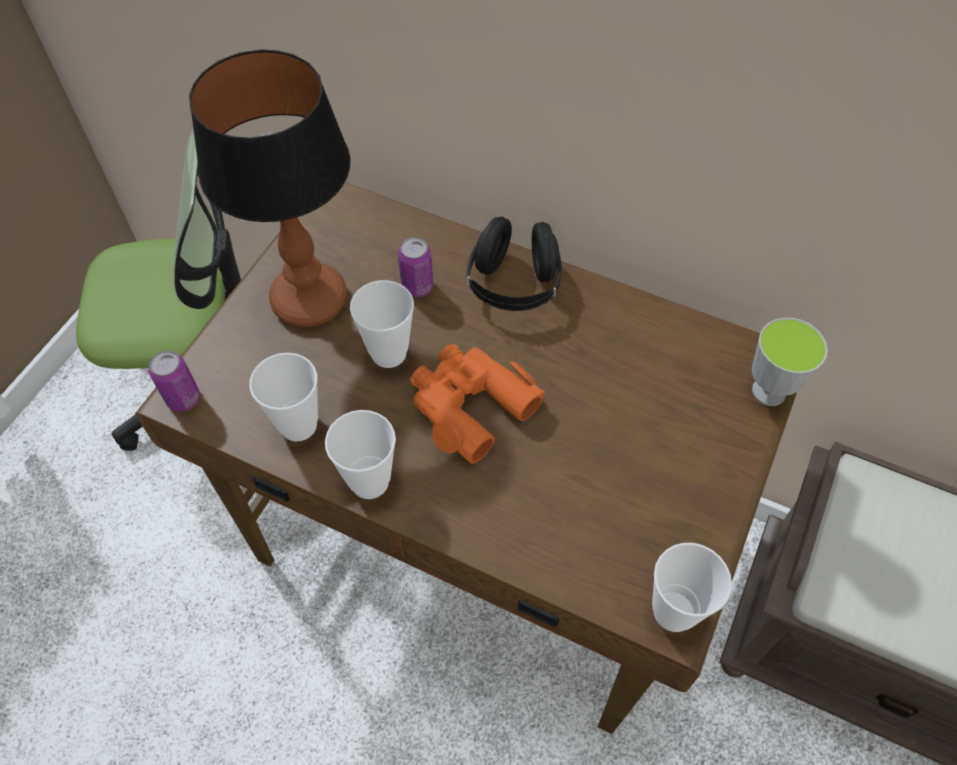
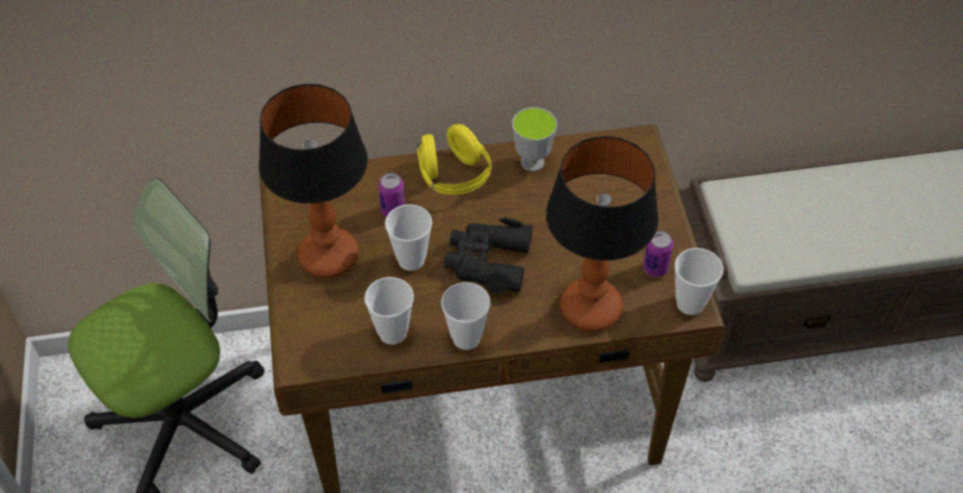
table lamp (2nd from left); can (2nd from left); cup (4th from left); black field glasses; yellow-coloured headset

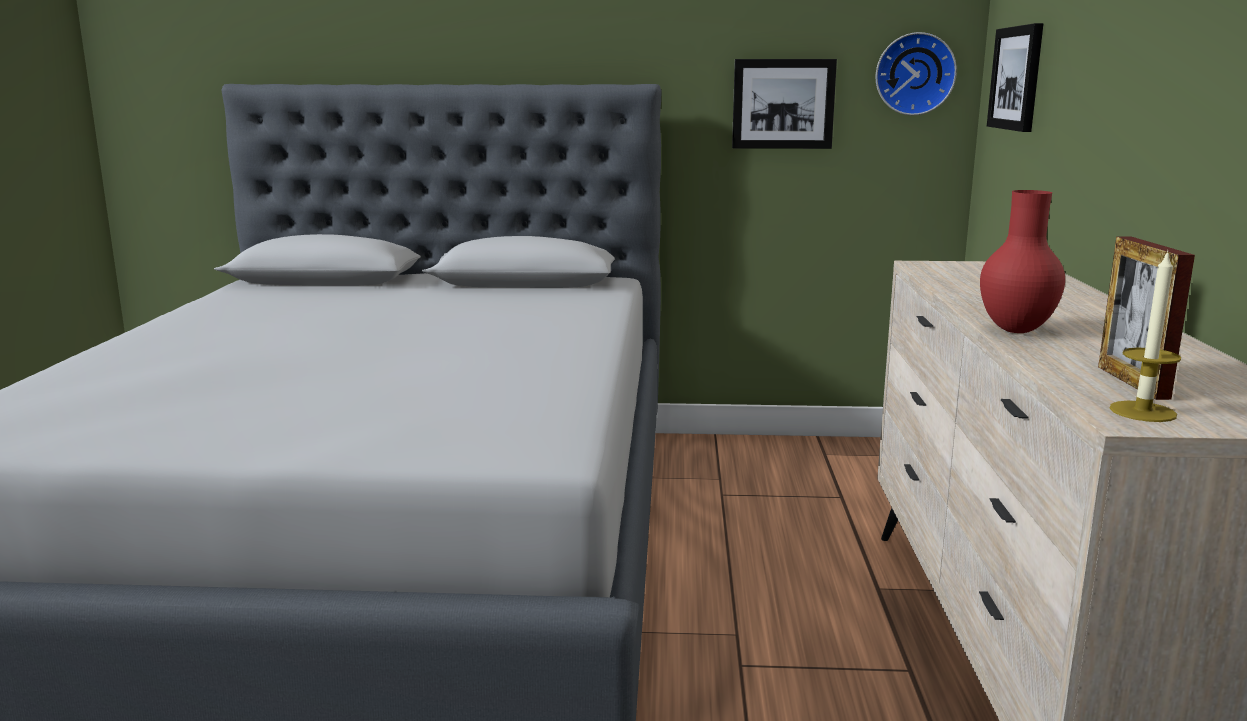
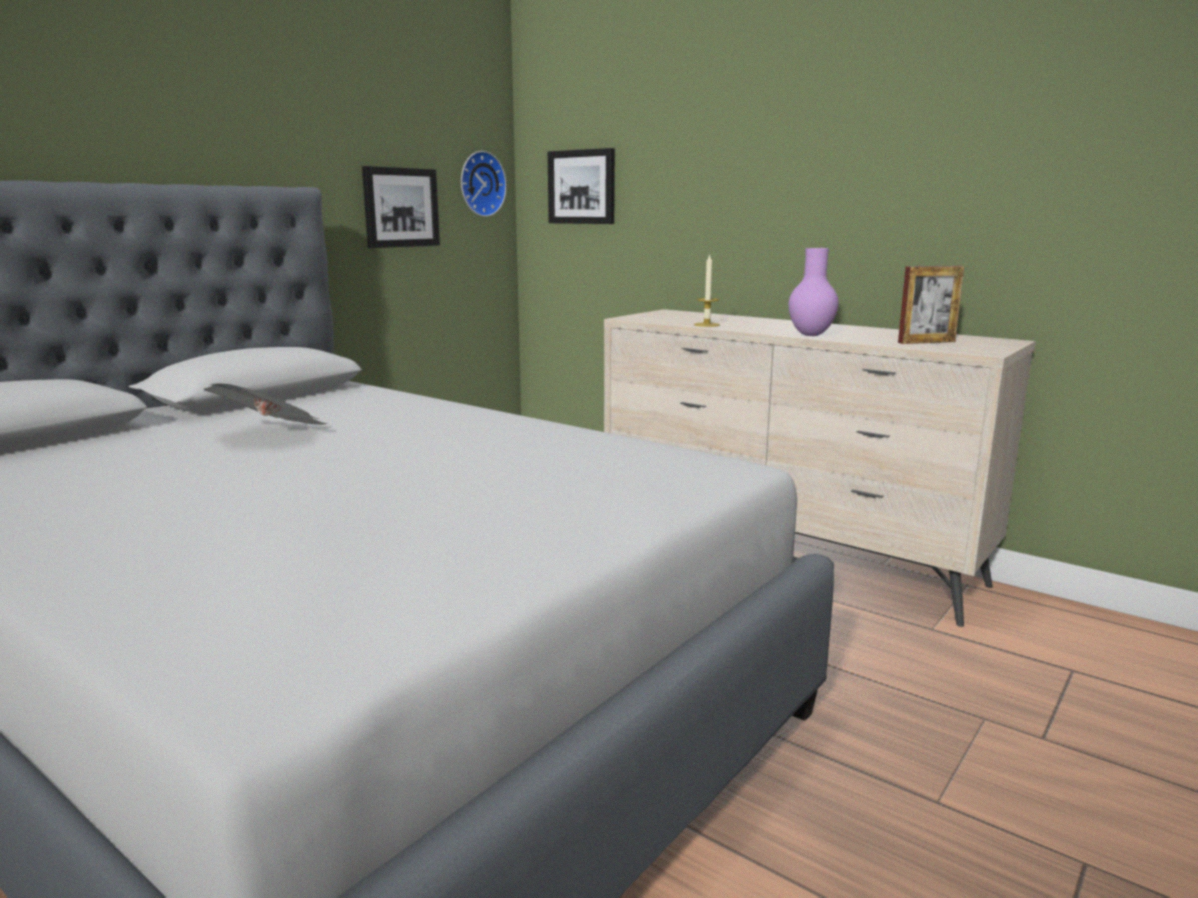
newspaper; wax candle; purple flower vase; standing frame

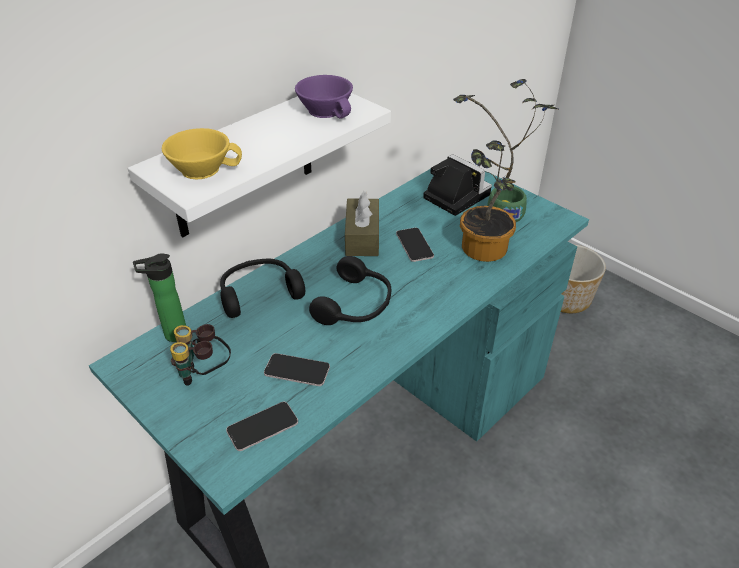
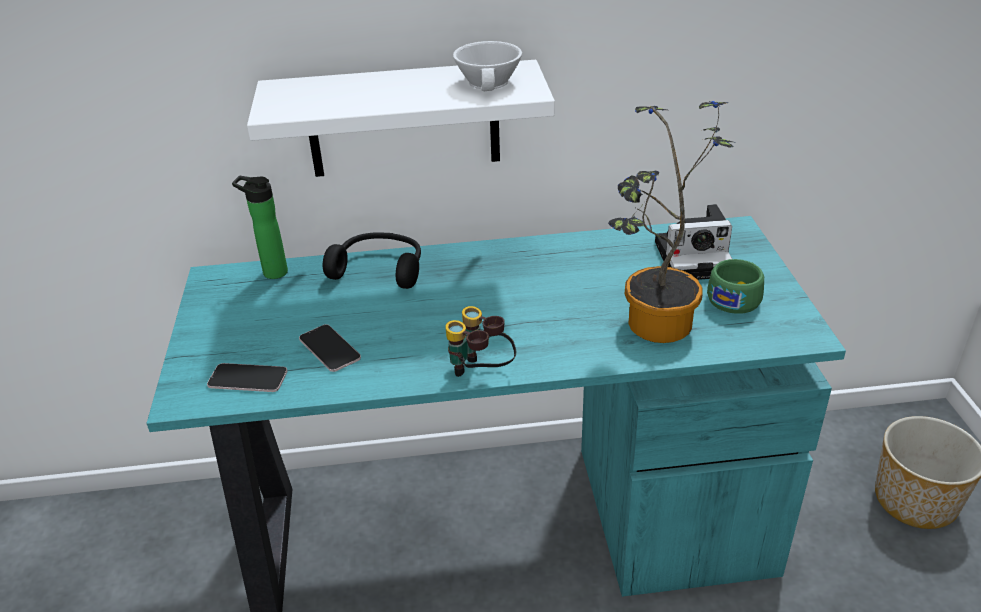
yellow-coloured cup; black headset (2nd from left in the first image); brown tissue holder; handset (3rd from left in the first image); field glasses; white cup; photo camera

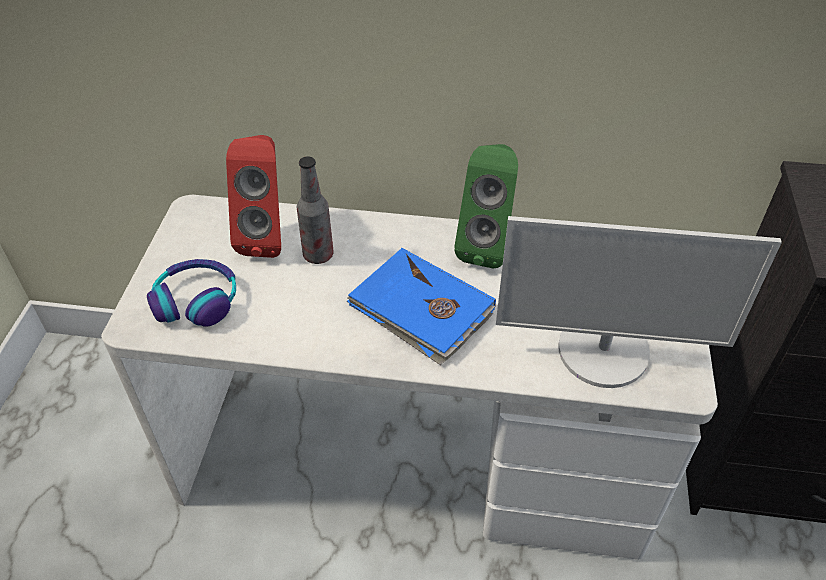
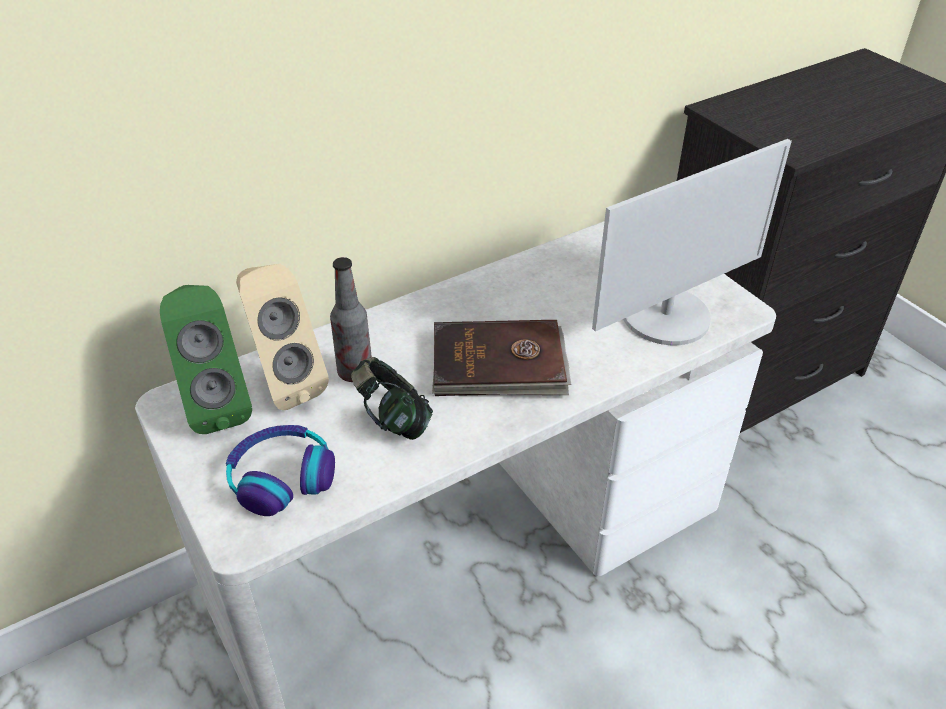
headset (2nd from left); greenish loudspeaker; beige-coloured loudspeaker; brown bound book

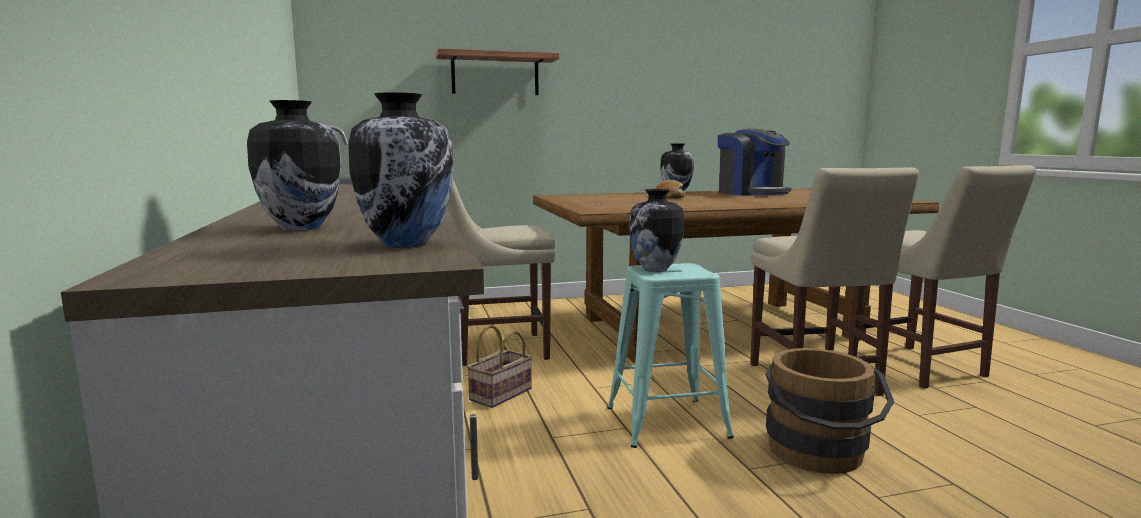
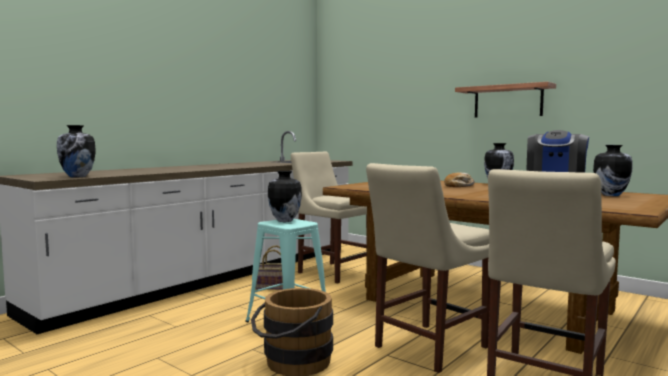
flower vase (4th from left); bracket shelf

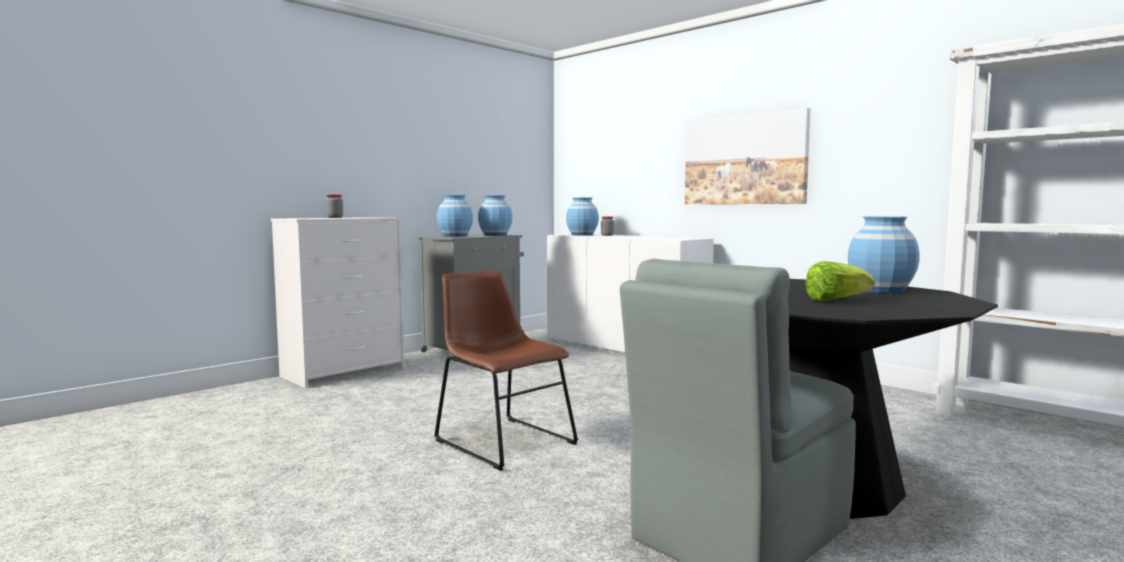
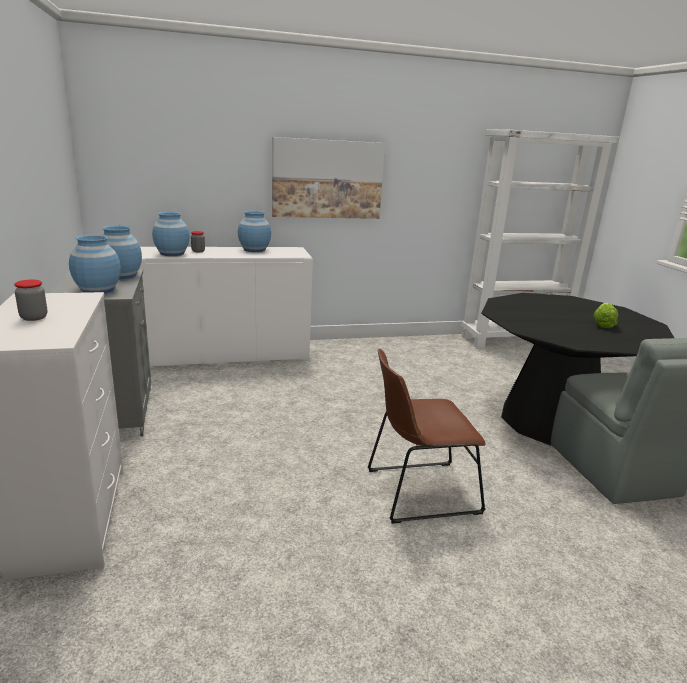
bluish flower vase (4th from left)

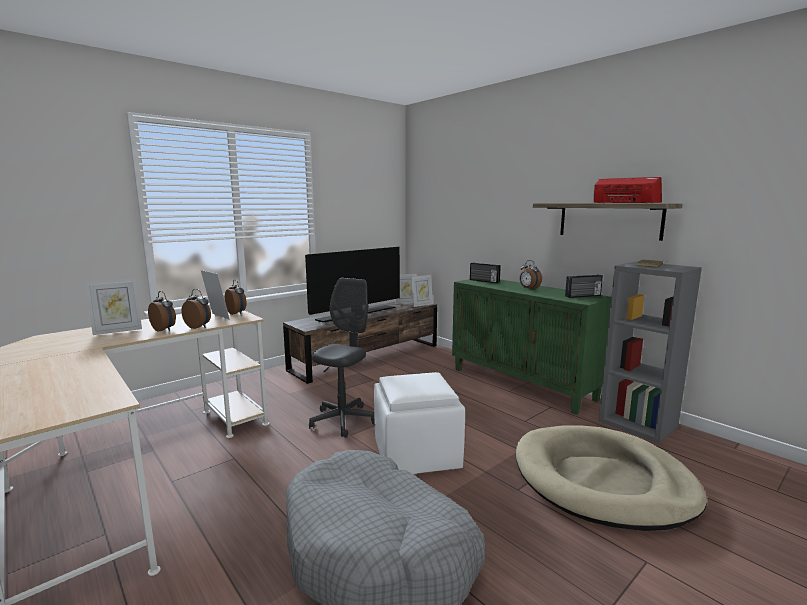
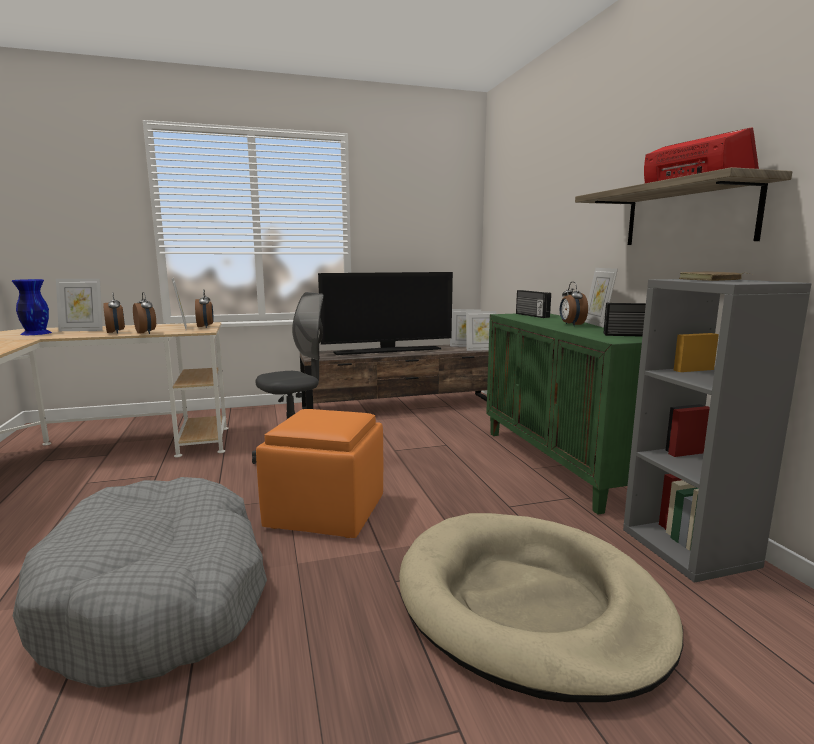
bluish flower vase; standing frame (5th from left); orange ottoman

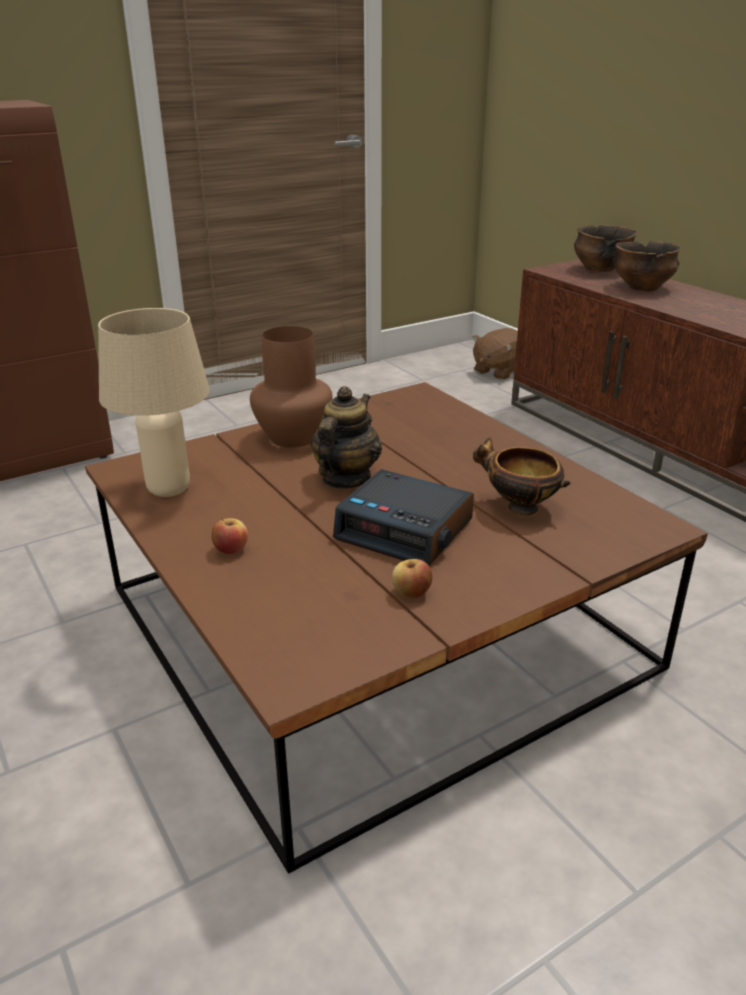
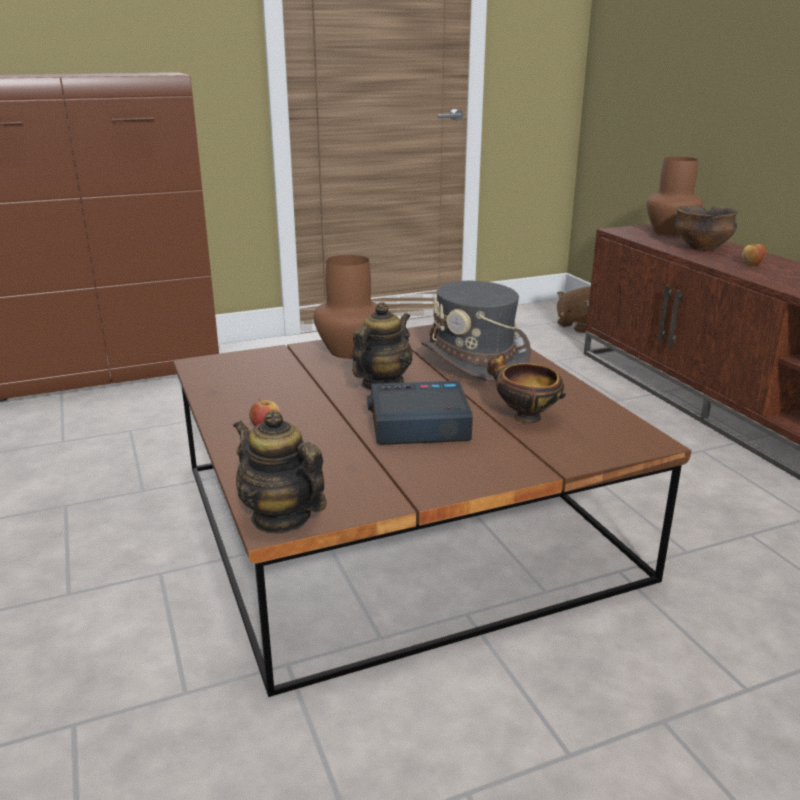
beige-coloured table lamp; tea pot (1st from left); gray wearable hat; apple fruit (2nd from left); brown flower vase (2nd from left); bedside clock

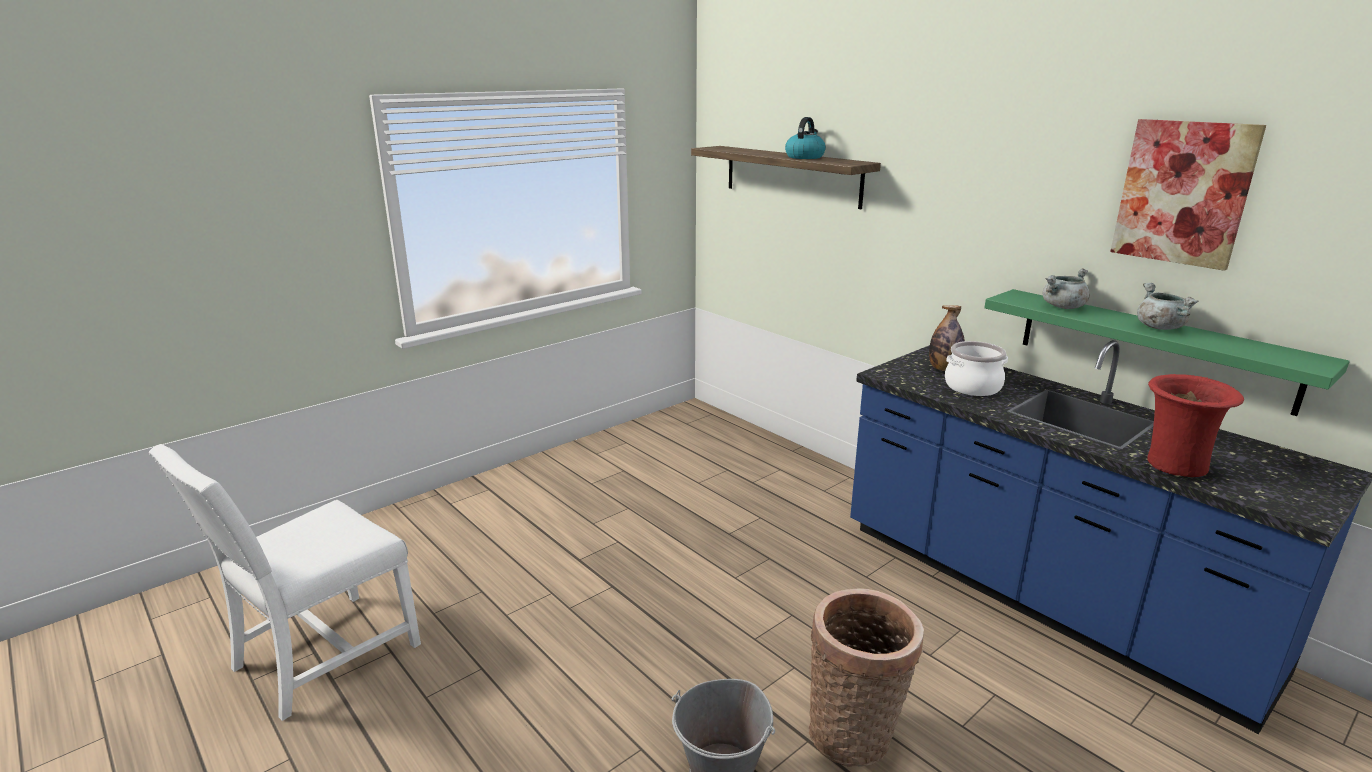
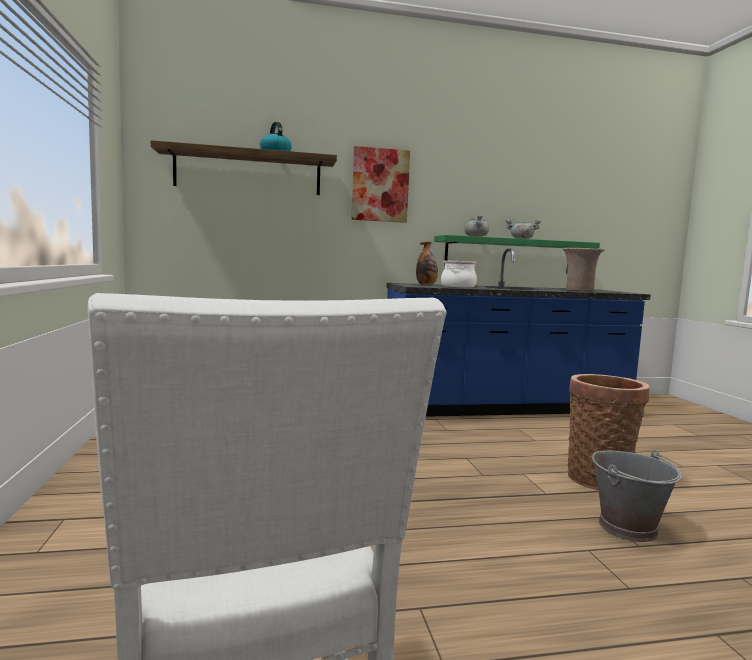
wall art; beige-coloured flower vase

